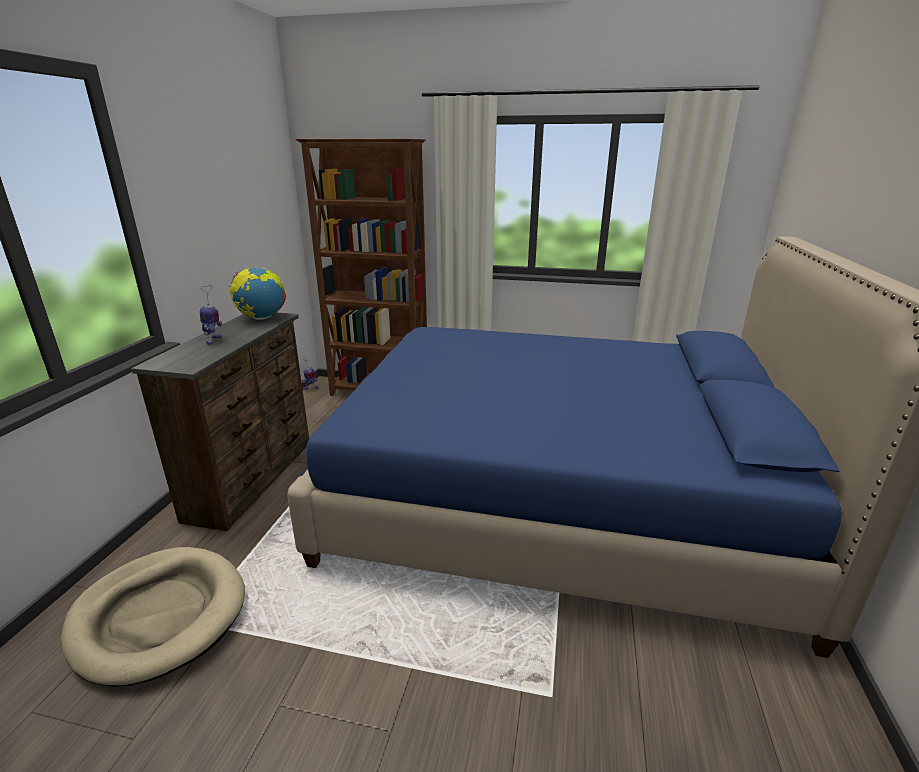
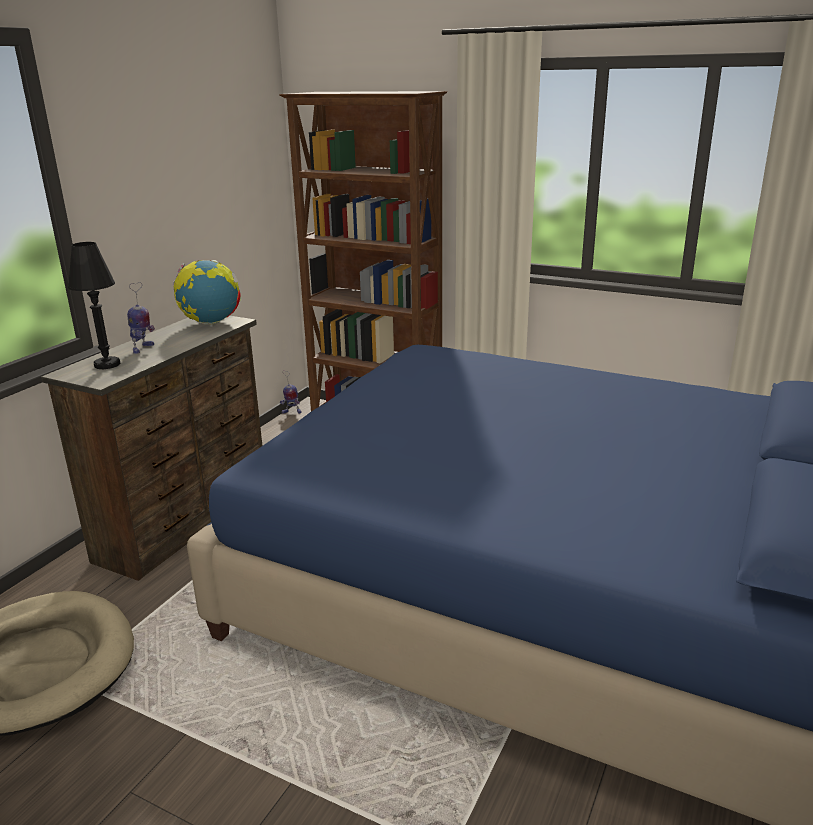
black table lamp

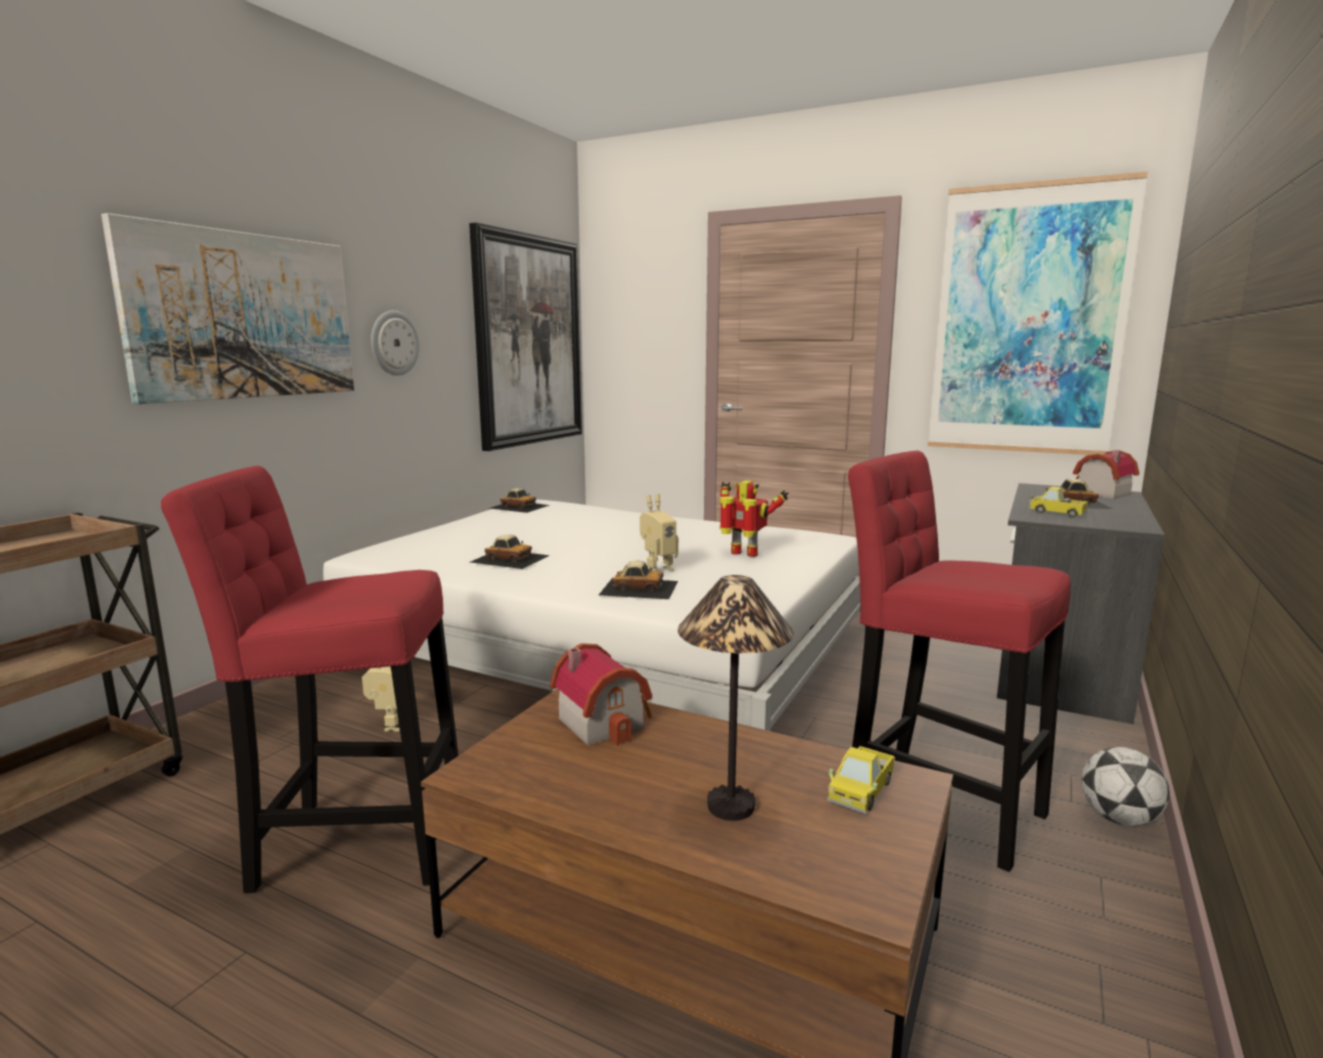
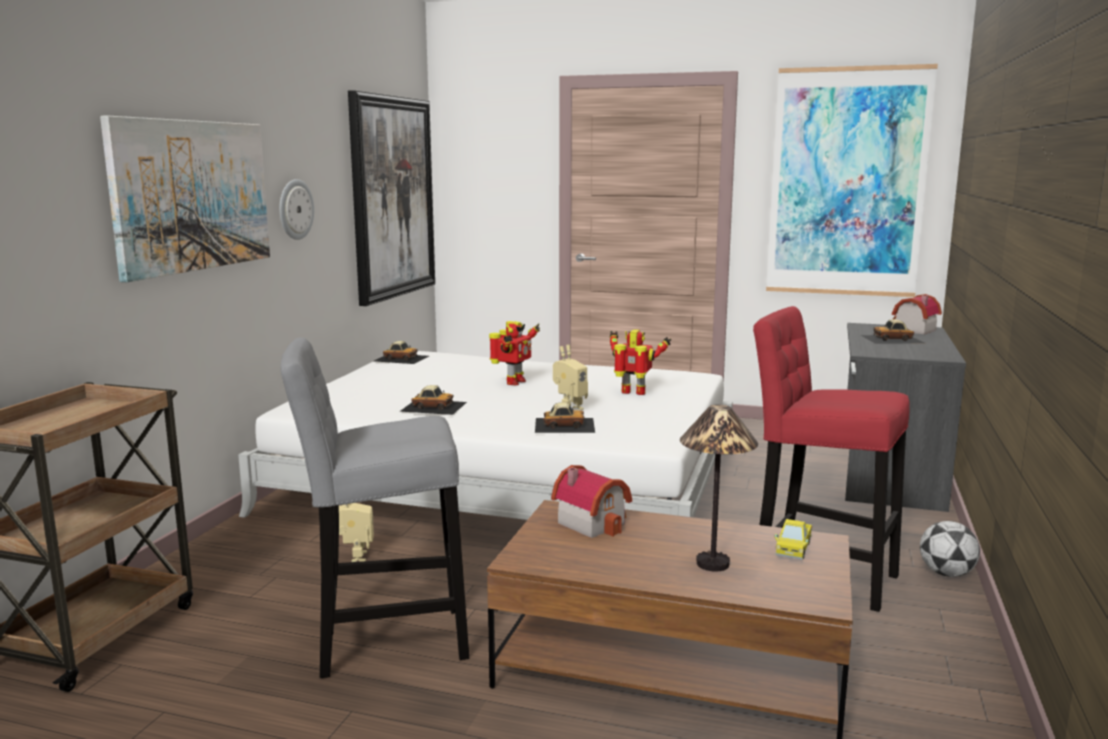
toy truck (2nd from left in the first image); toy robot (2nd from left); gray sitting stool

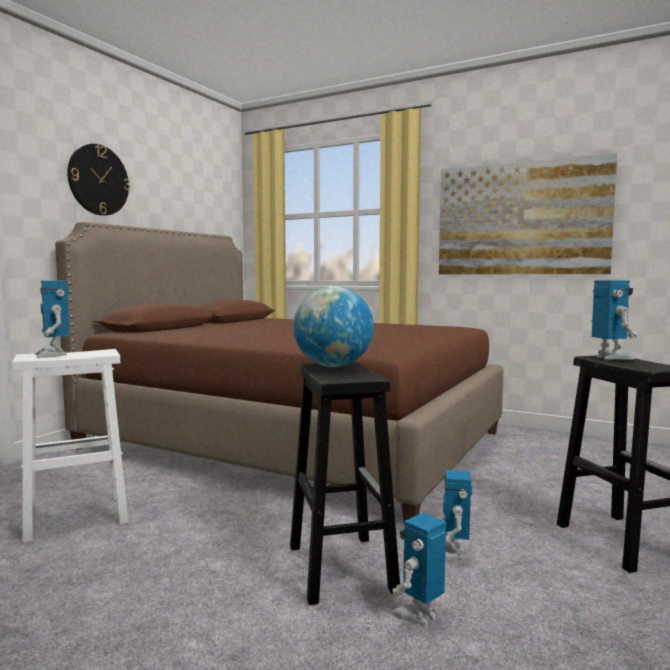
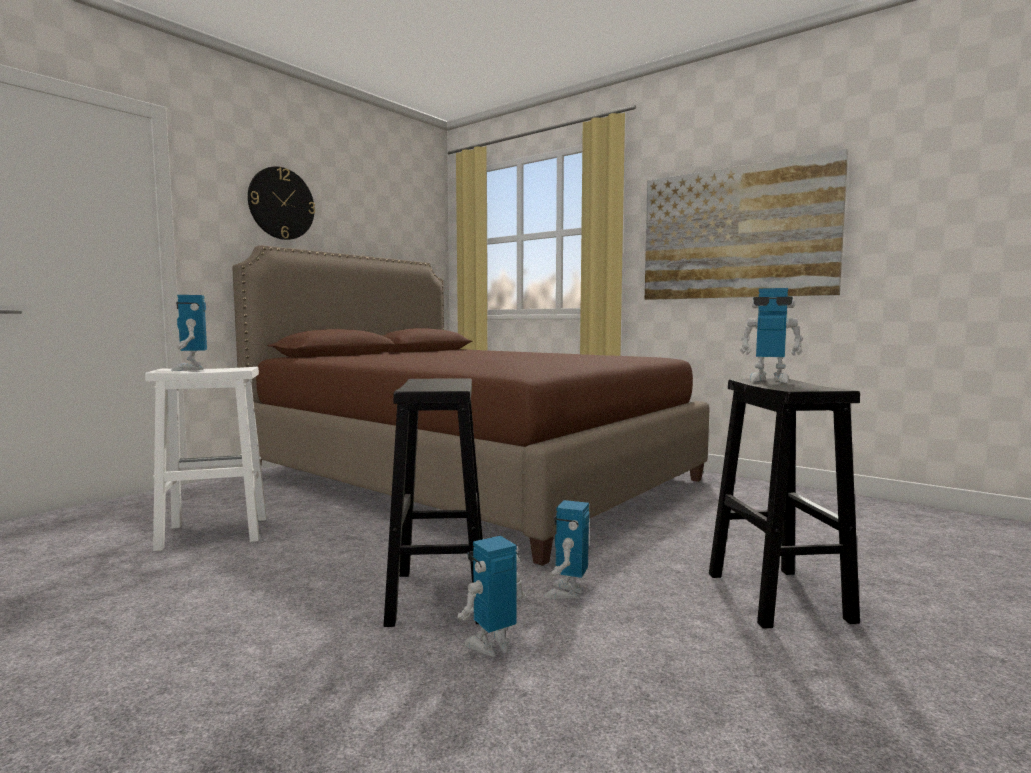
globe; toy robot (4th from left)

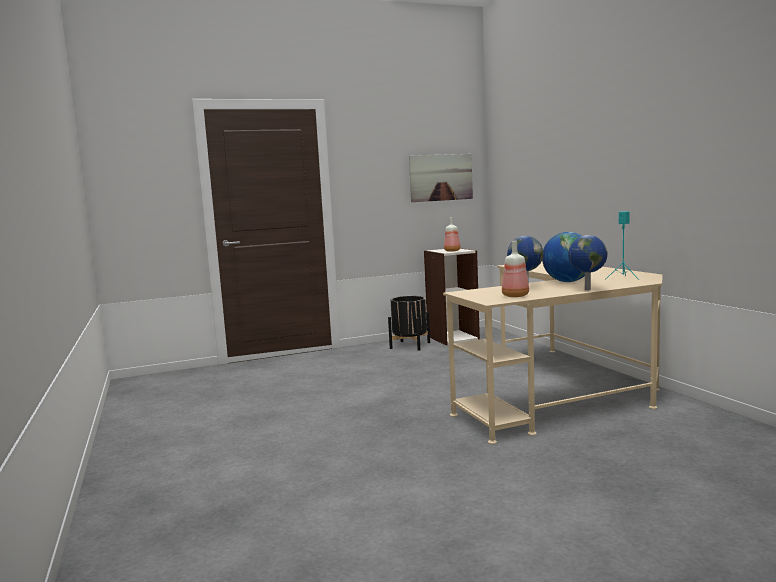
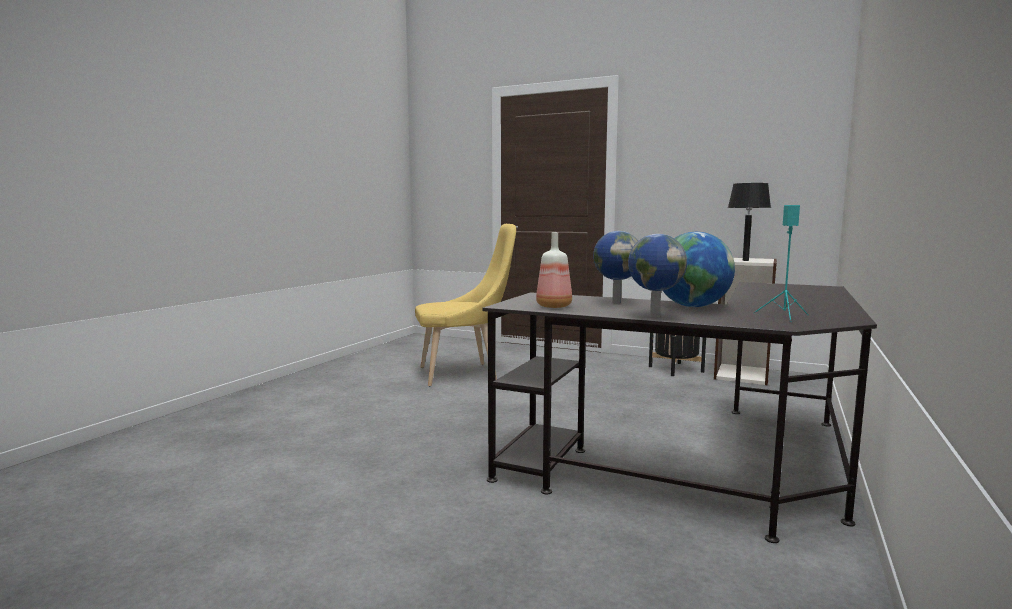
wall art; yellow-coloured chair; black table lamp; black desk unit

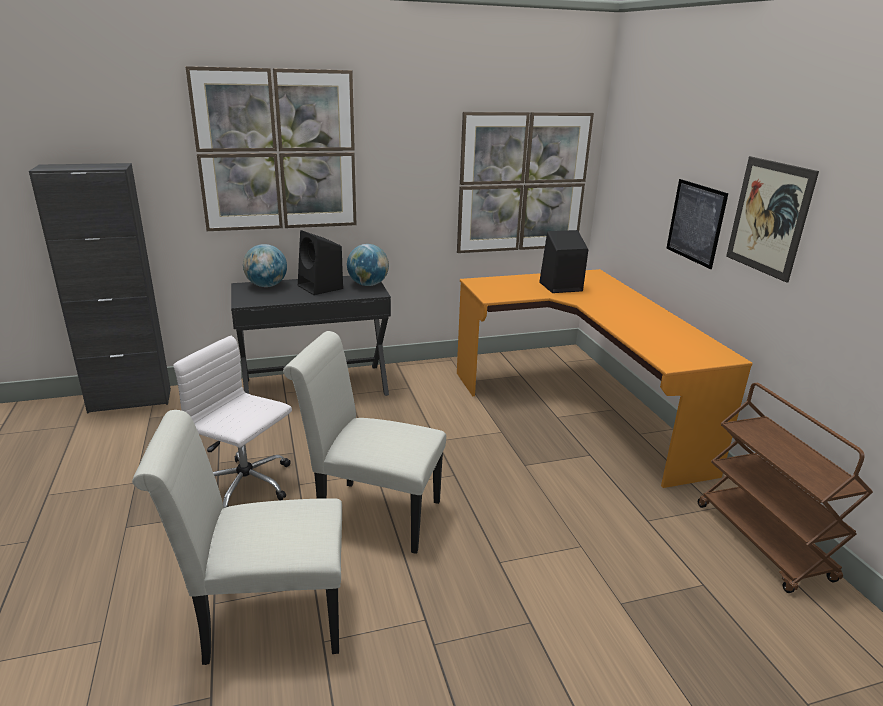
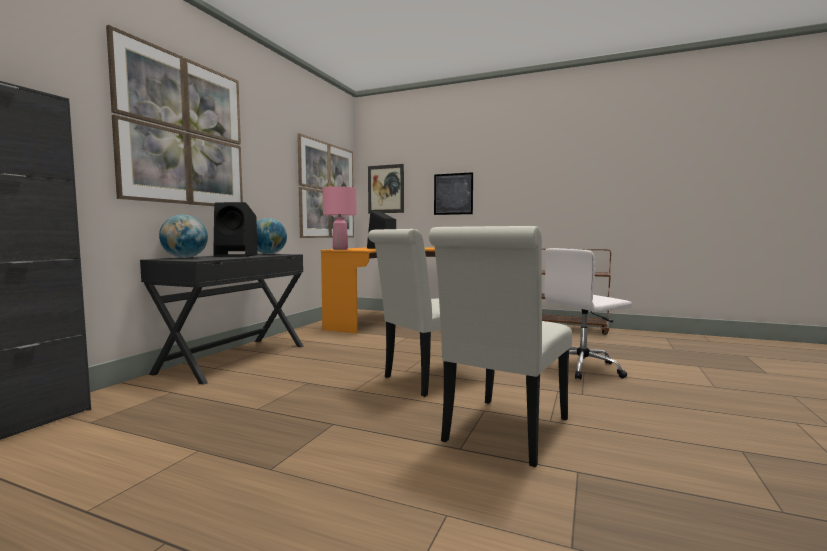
pinkish table lamp; white computer chair; wall art (3rd from left)

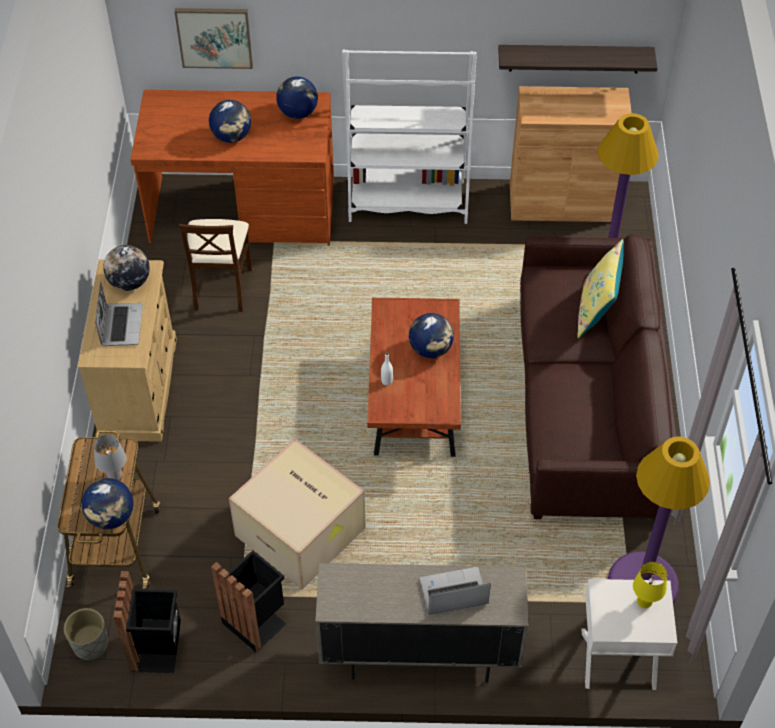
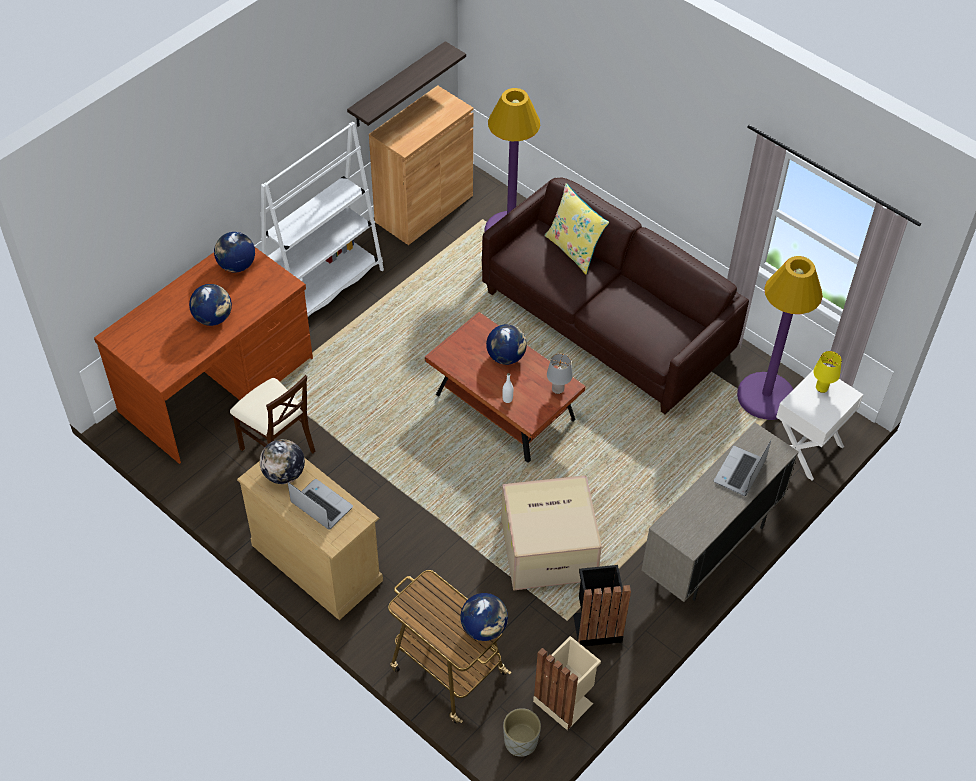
wall art; gray table lamp; beige-coloured trash can

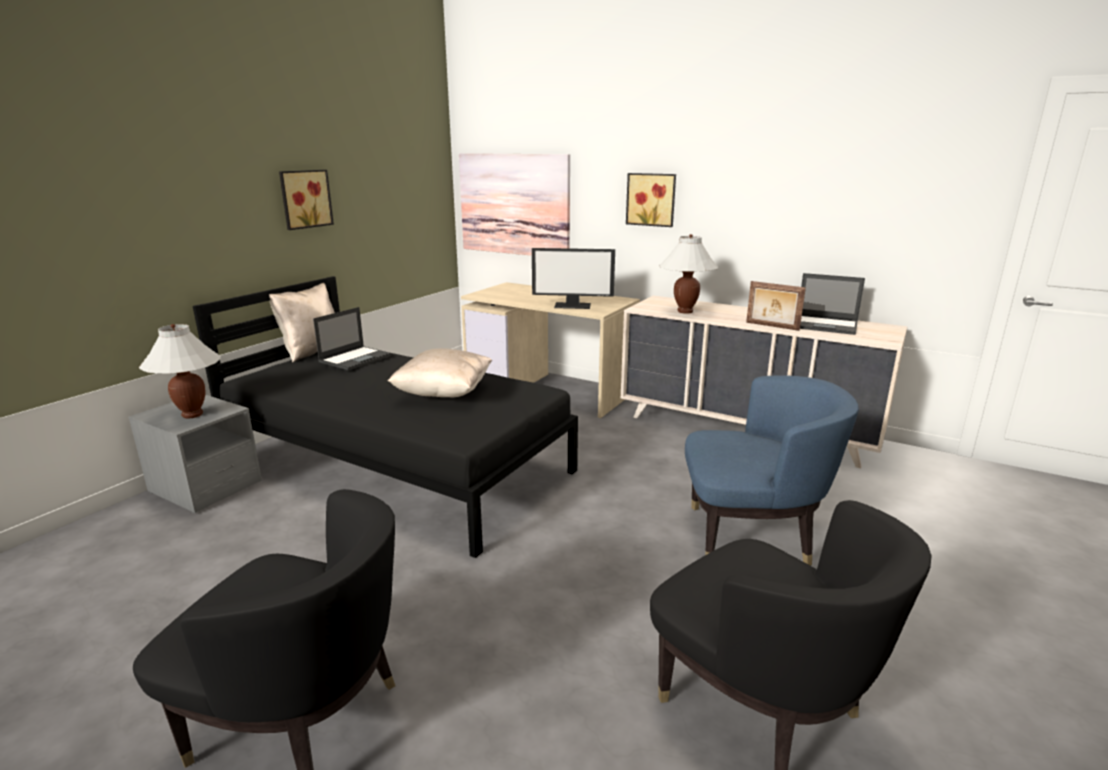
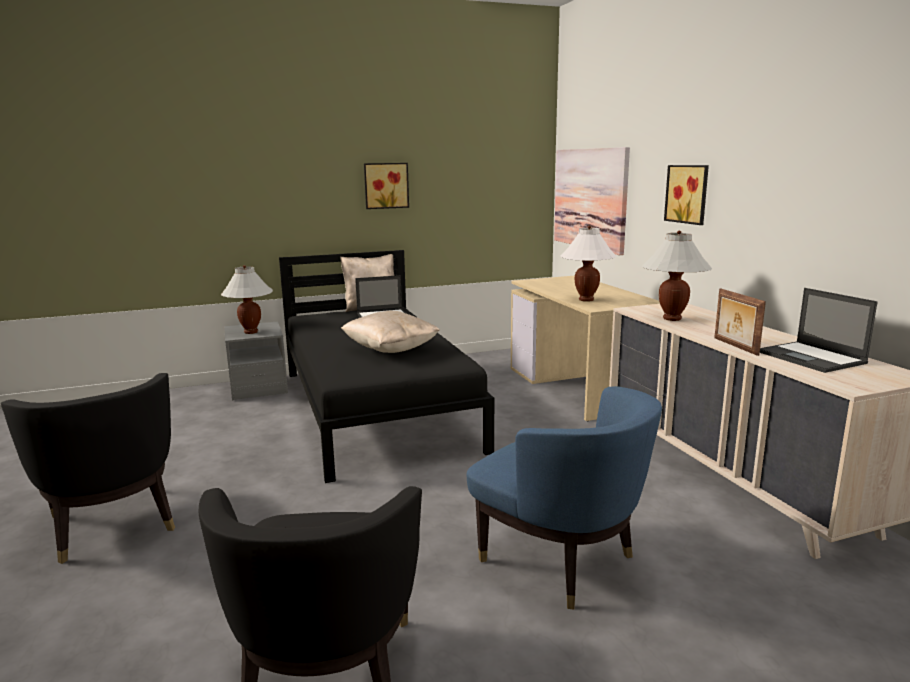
white table lamp (2nd from left)

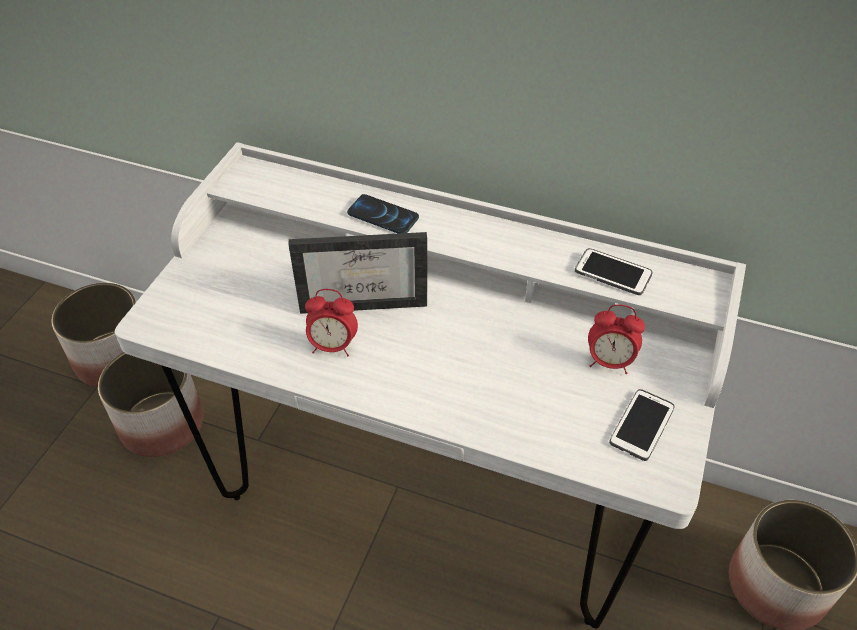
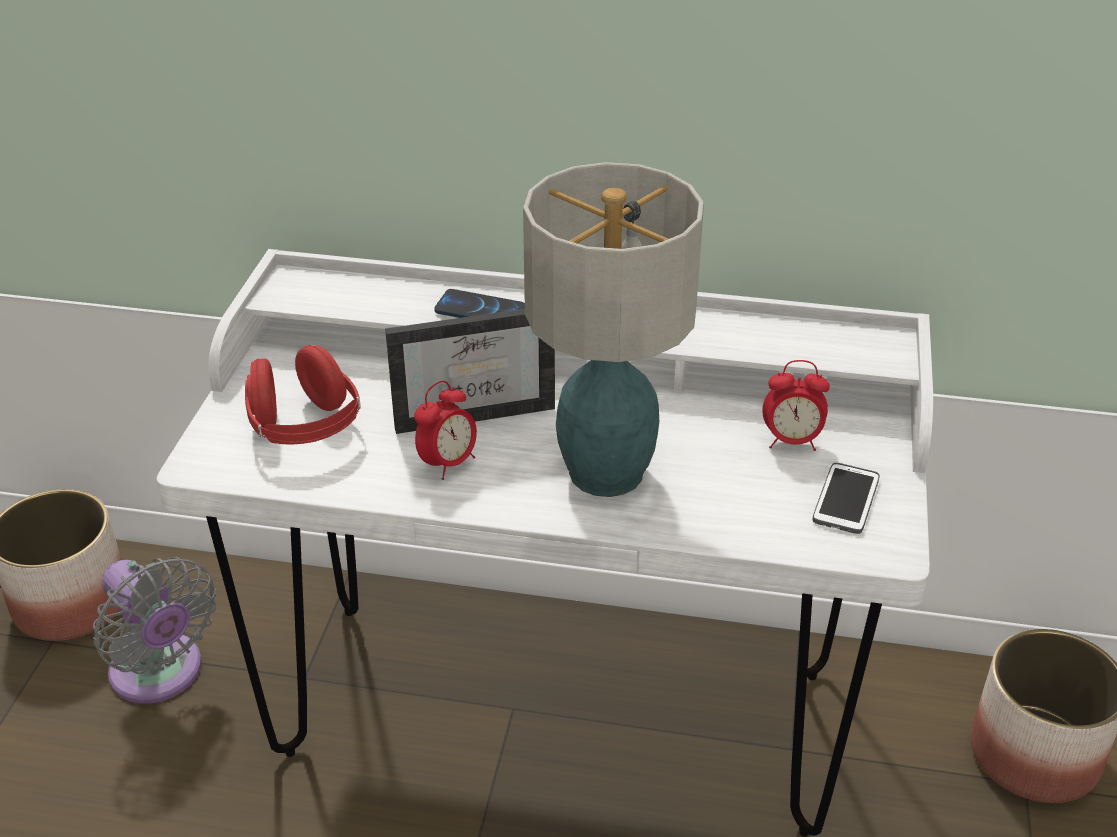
handset (2nd from left in the first image); reddish headset; table lamp; gray electric fan; bedside clock (1st from left)

